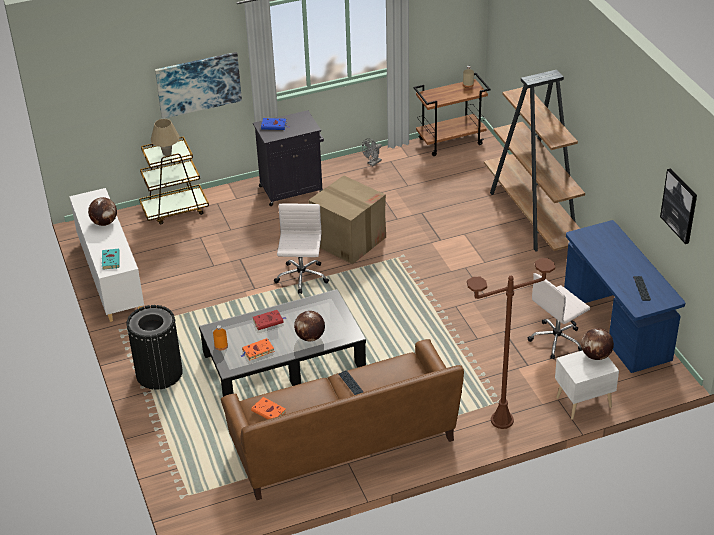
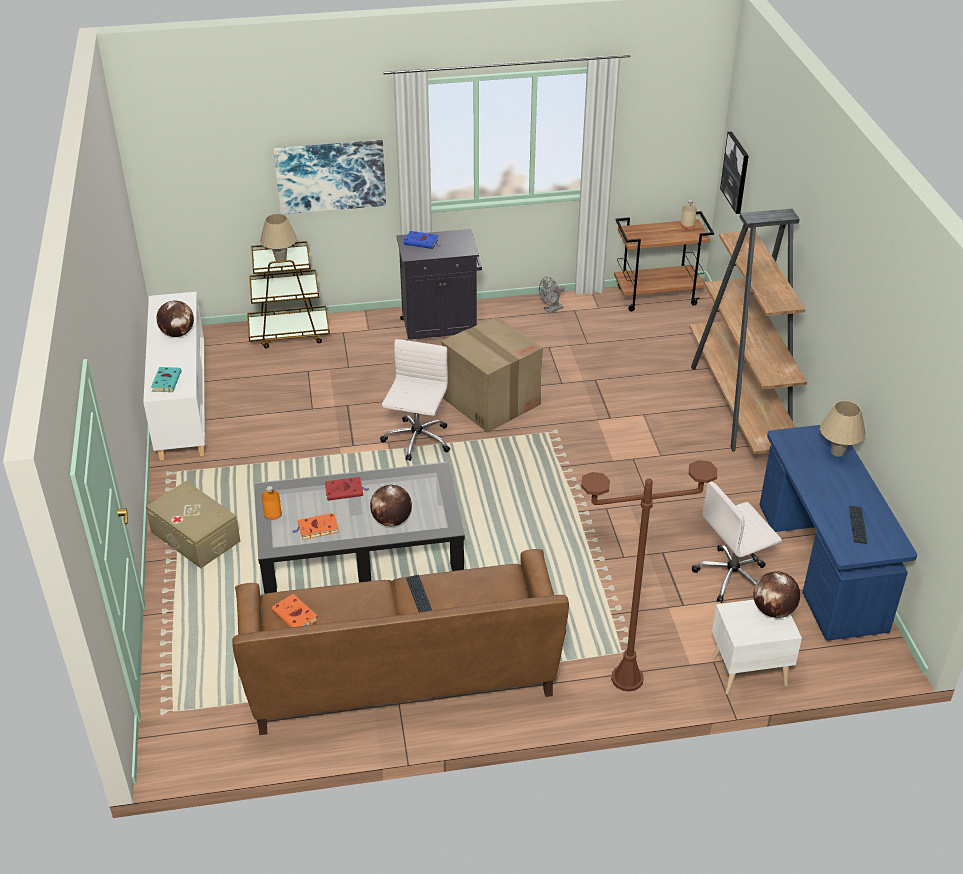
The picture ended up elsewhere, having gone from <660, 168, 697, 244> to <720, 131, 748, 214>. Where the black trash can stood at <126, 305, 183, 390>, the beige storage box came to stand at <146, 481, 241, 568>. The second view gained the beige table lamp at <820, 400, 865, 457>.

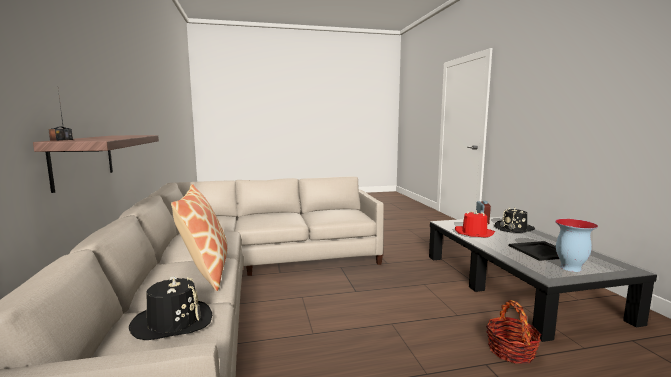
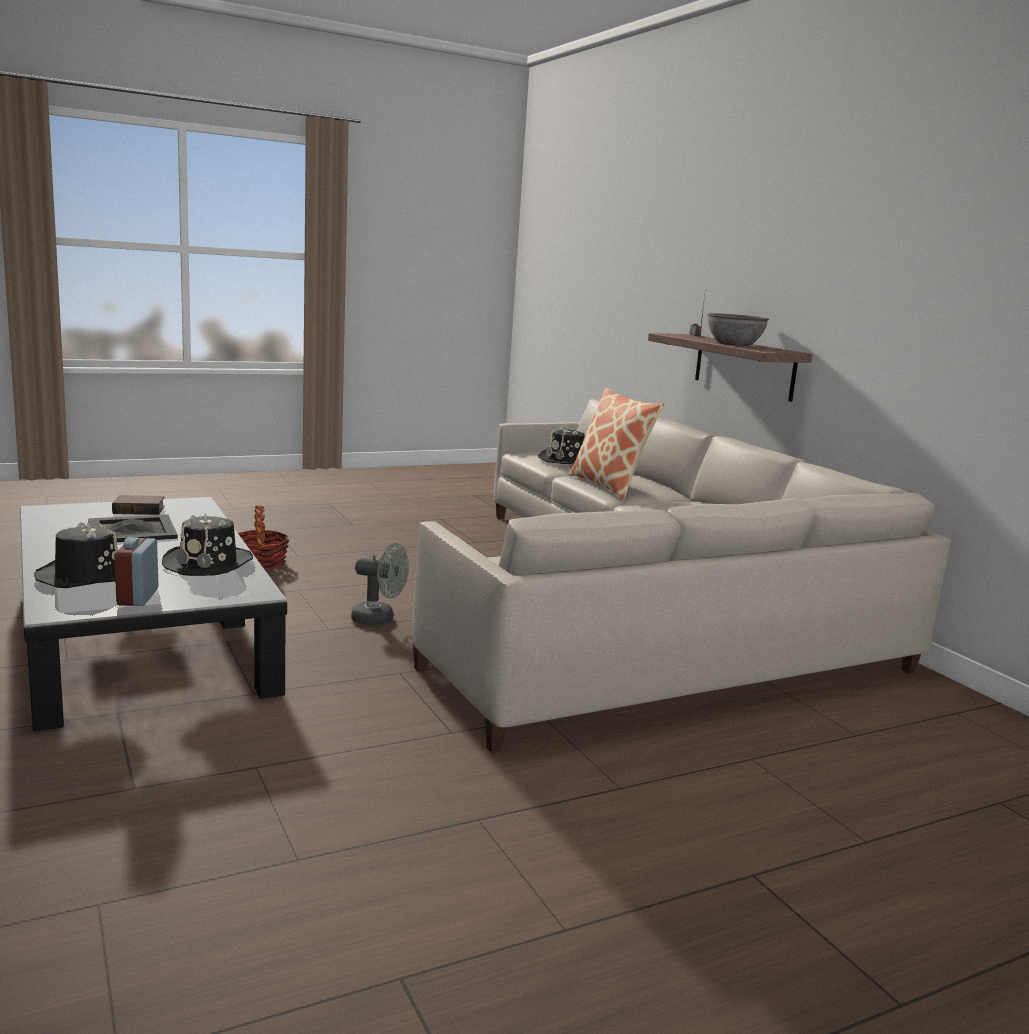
What was the red hat at <455, 210, 495, 237> turned into the black hat at <162, 513, 253, 576>. Where the vase stood at <555, 219, 598, 272>, the book came to stand at <112, 495, 165, 515>. The second view gained the grey bowl at <707, 313, 769, 346>. The second view gained the grey fan at <351, 543, 409, 626>.

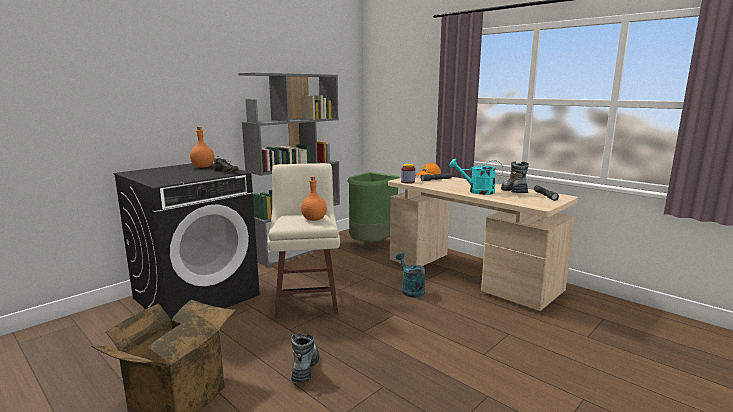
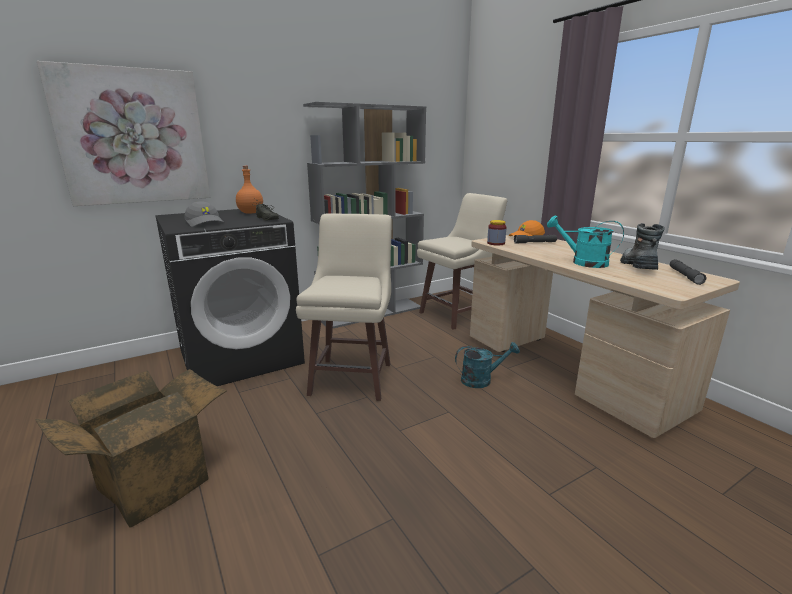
Where the green trash can stood at <347, 172, 400, 242>, the beige stool came to stand at <417, 193, 507, 330>. The second view lost the orange bottle at <301, 177, 327, 221>. The turquoise watering can at <396, 253, 425, 298> ended up facing another way, 90 degrees clockwise from before. The second view lost the boot at <291, 333, 319, 382>. The second view gained the picture at <37, 61, 210, 206>. The second view gained the grey cap at <184, 201, 224, 227>.

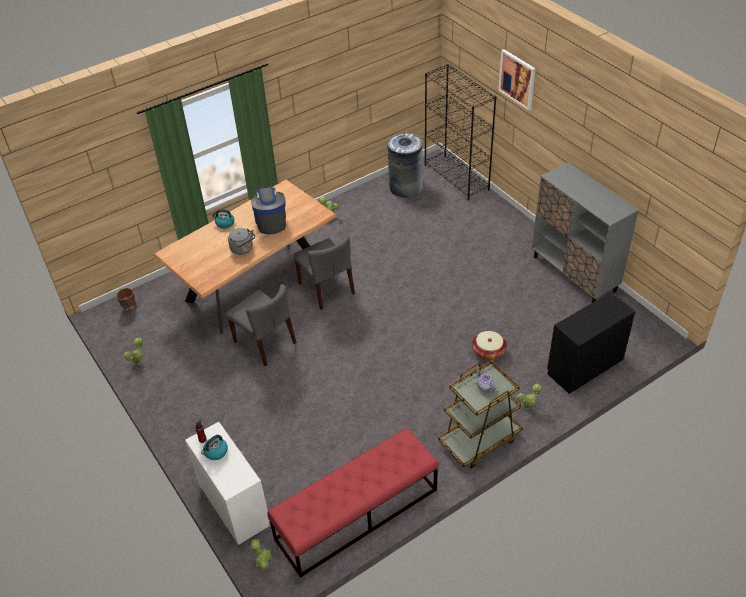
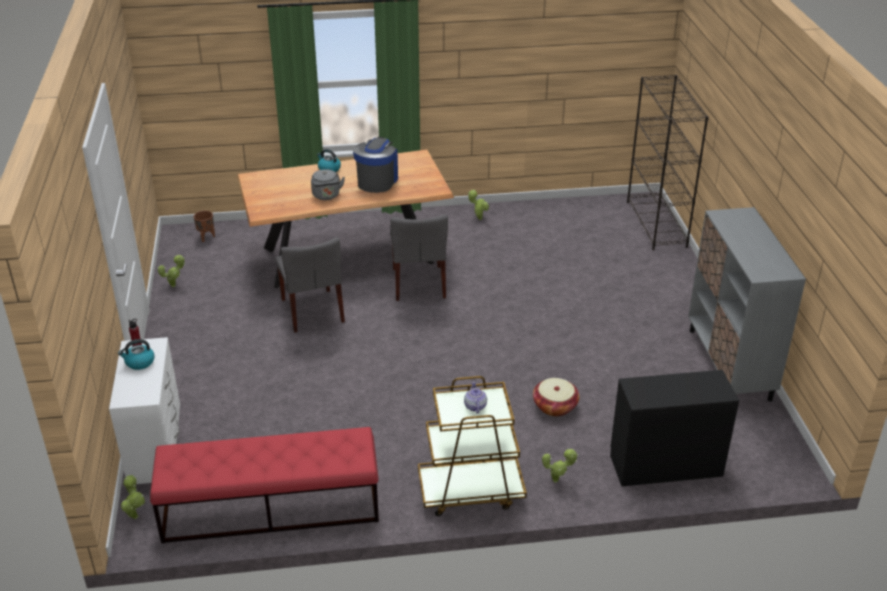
The second view lost the picture at <498, 49, 536, 111>. The second view lost the grey trash can at <387, 133, 423, 197>.

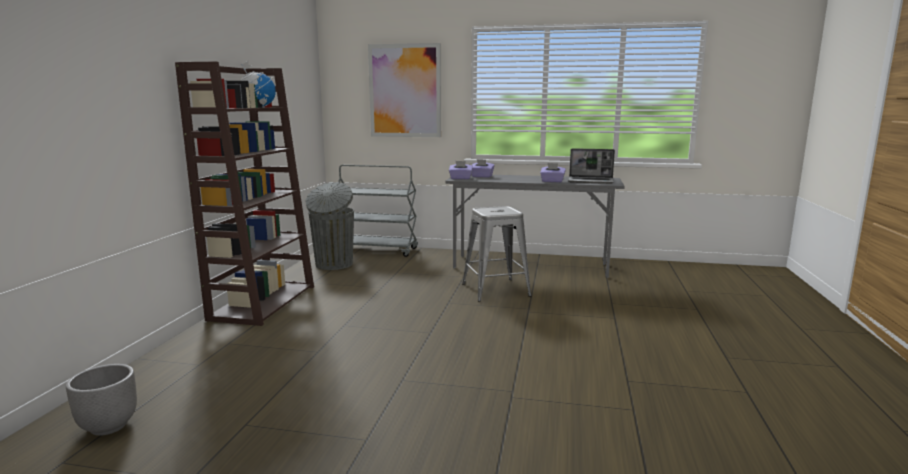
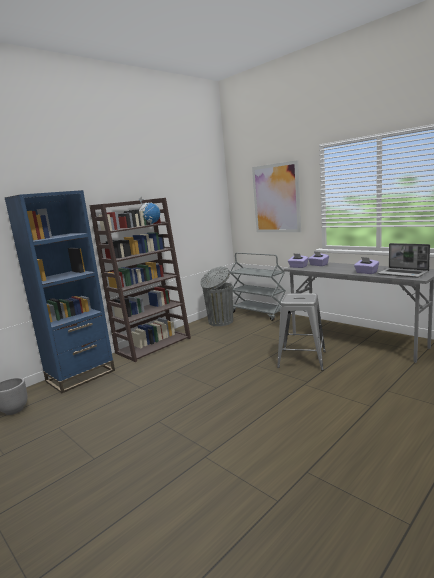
The second view gained the blue bookcase at <5, 190, 115, 393>.

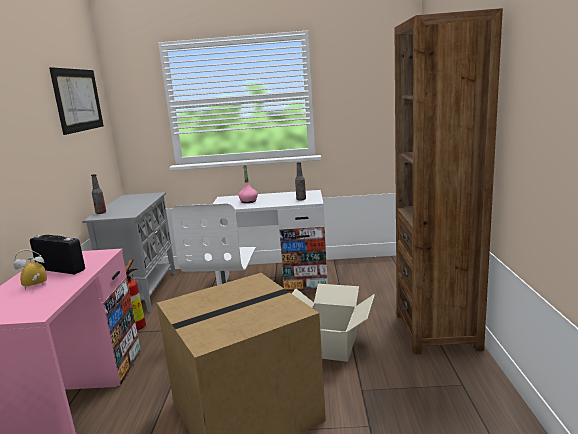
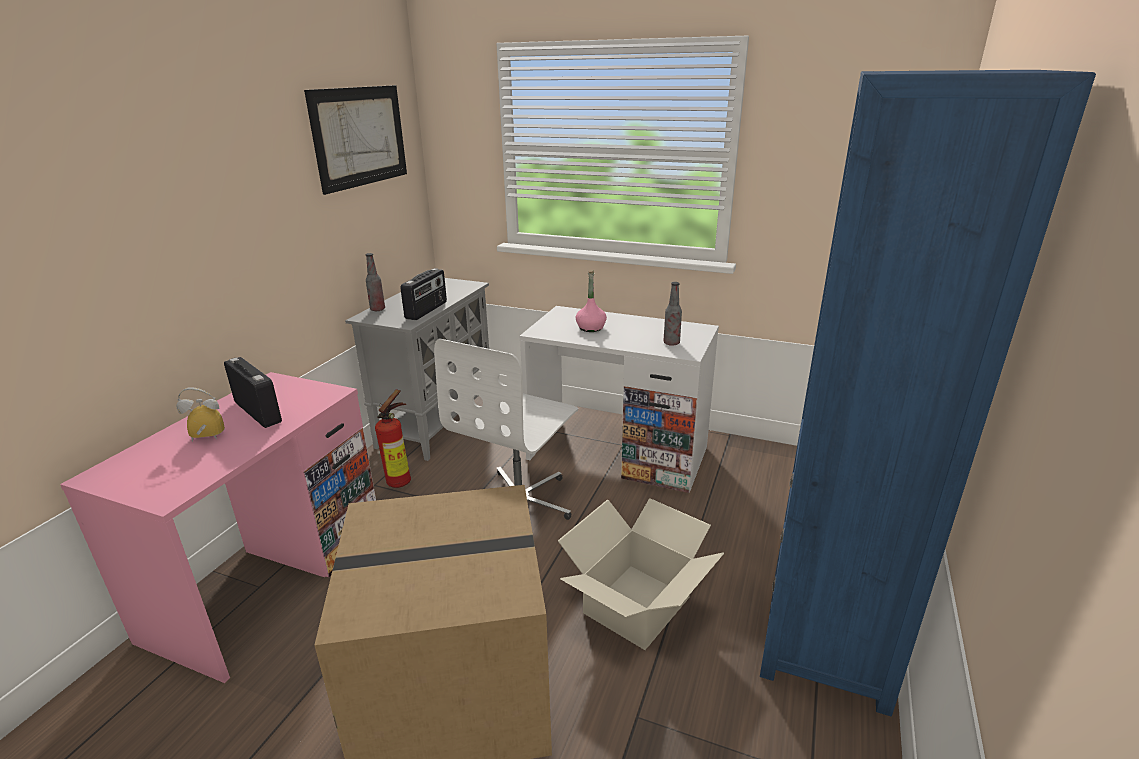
What was the brown bookcase at <395, 8, 503, 355> turned into the blue bookcase at <760, 70, 1096, 717>. The second view gained the radio at <400, 268, 447, 320>.

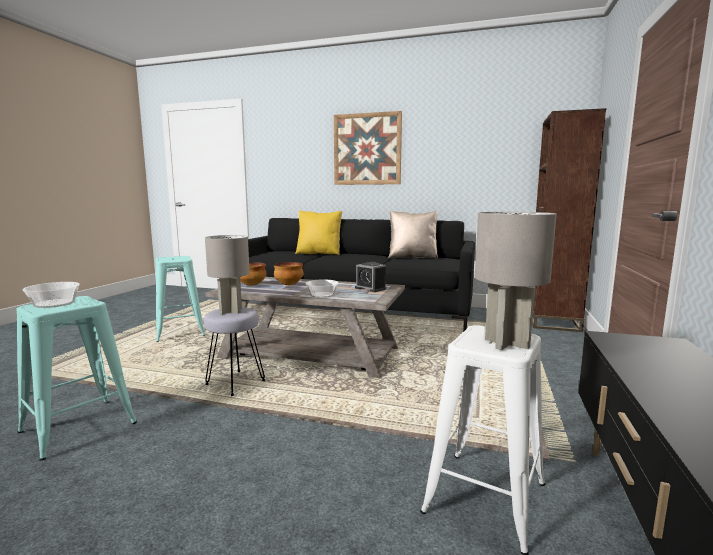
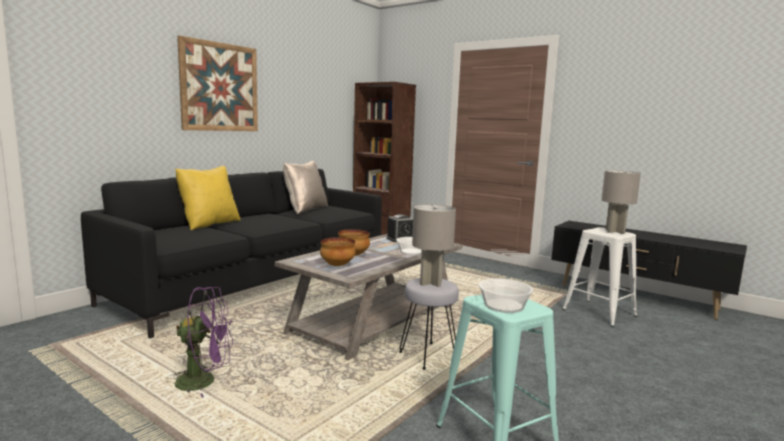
Where the turquoise stool stood at <156, 256, 205, 342>, the purple fan came to stand at <167, 287, 233, 398>.

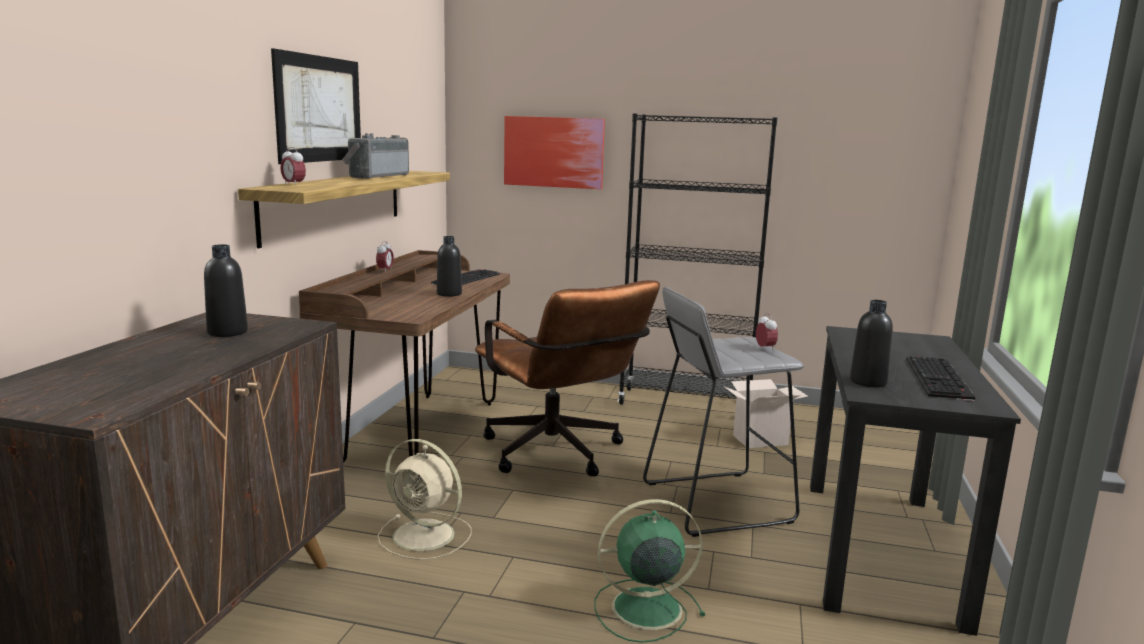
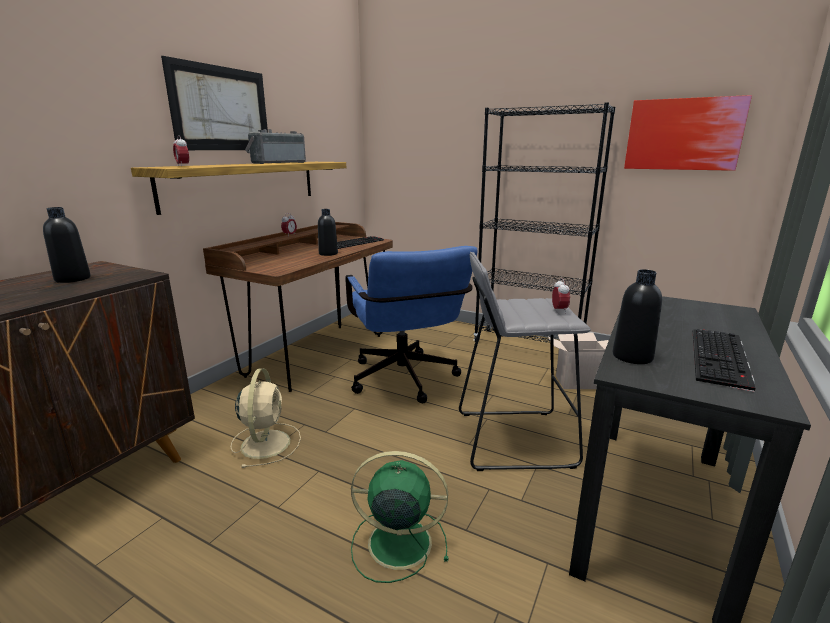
The picture ended up elsewhere, having gone from <504, 116, 605, 189> to <624, 95, 752, 171>. What was the brown office chair at <475, 280, 660, 477> turned into the blue office chair at <346, 246, 478, 403>. The beige fan at <378, 439, 472, 560> ended up facing another way, 135 degrees counterclockwise from before.

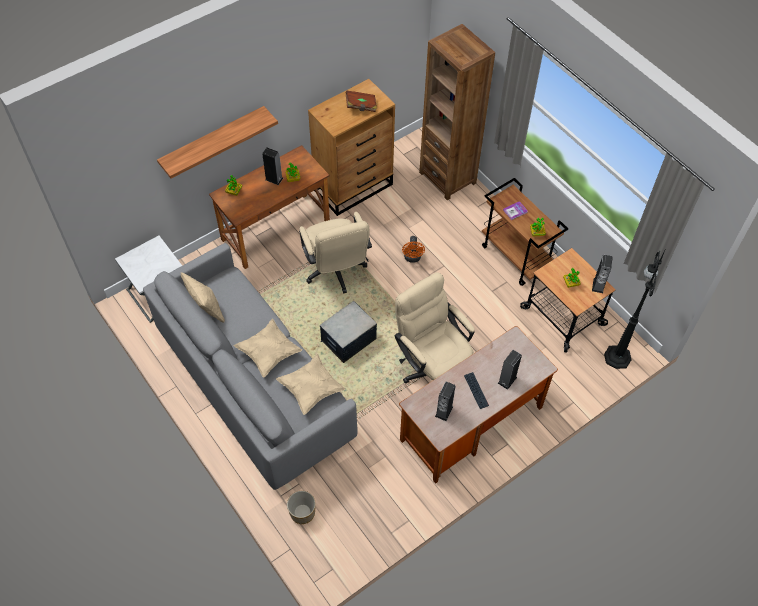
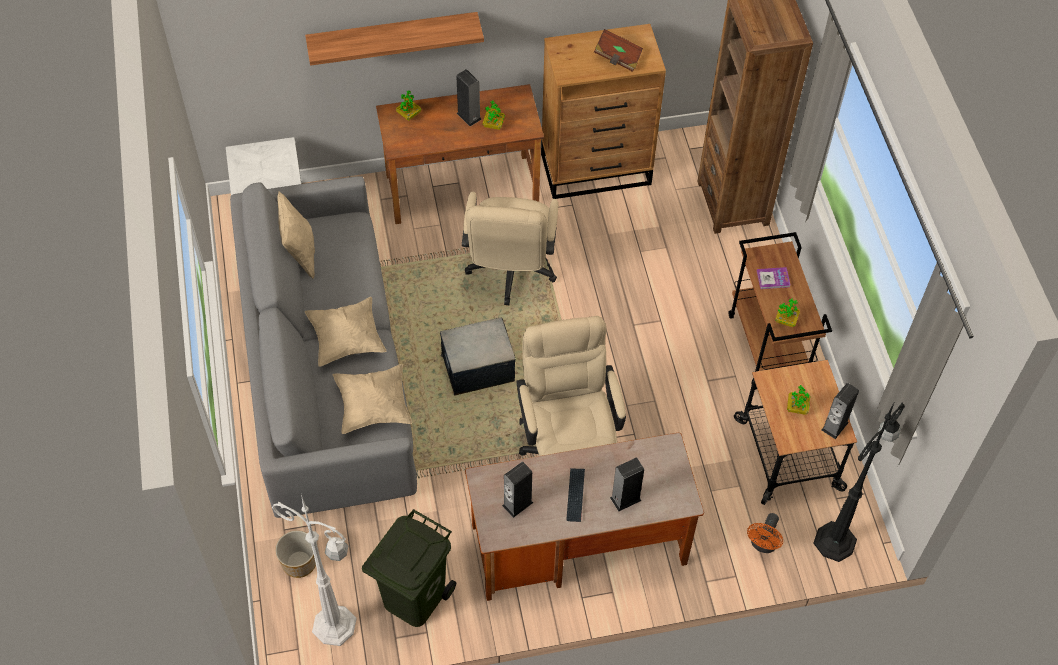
The orange fan ended up elsewhere, having gone from <402, 236, 425, 263> to <747, 513, 783, 553>. The second view gained the white floor lamp at <272, 494, 357, 646>. The second view gained the green trash can at <362, 509, 456, 627>.

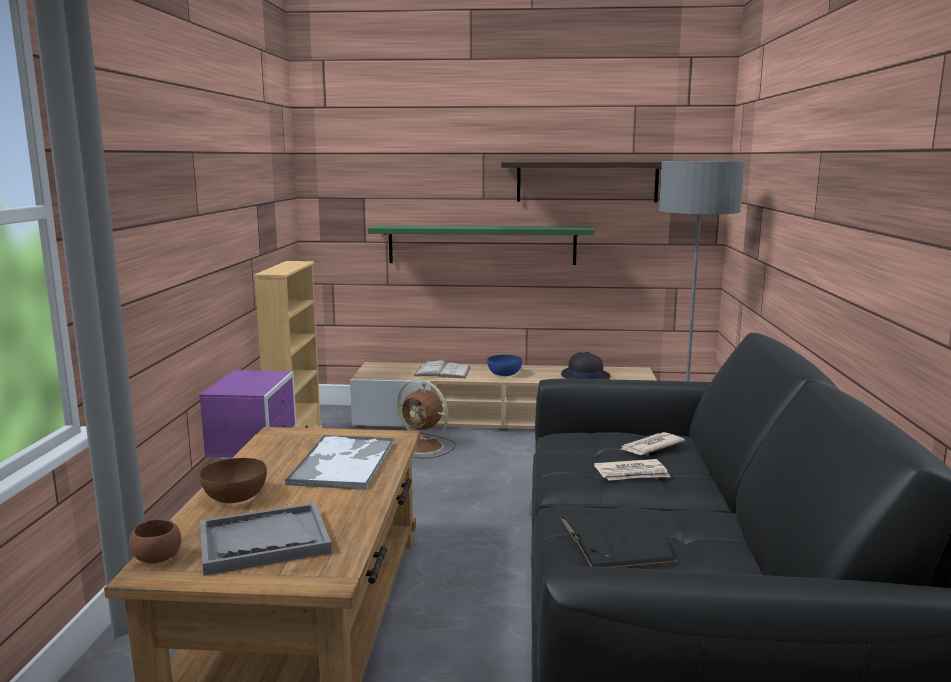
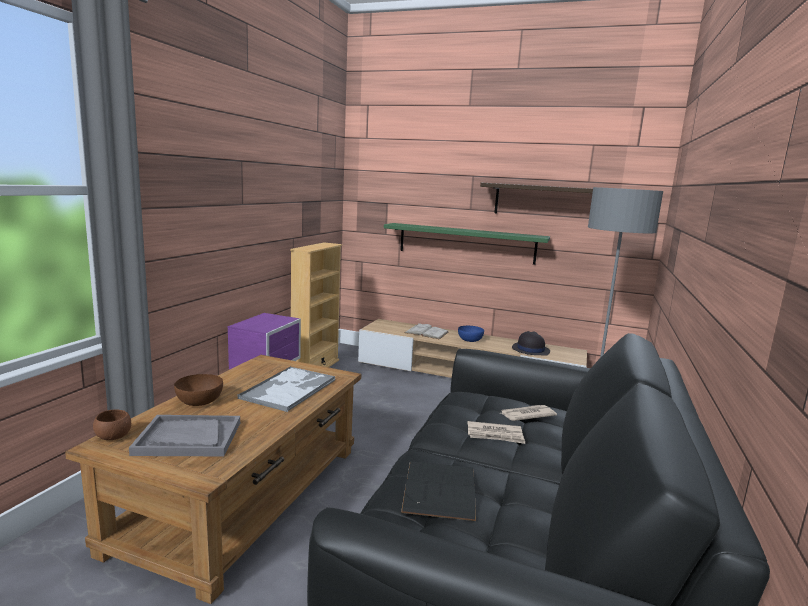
The second view lost the brown fan at <397, 379, 456, 459>.

